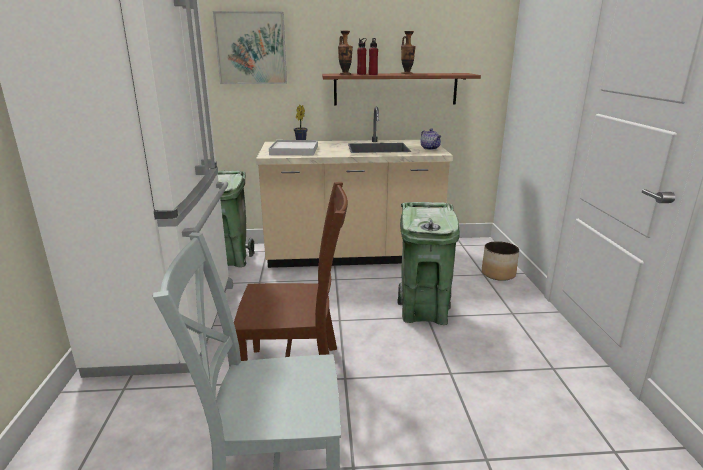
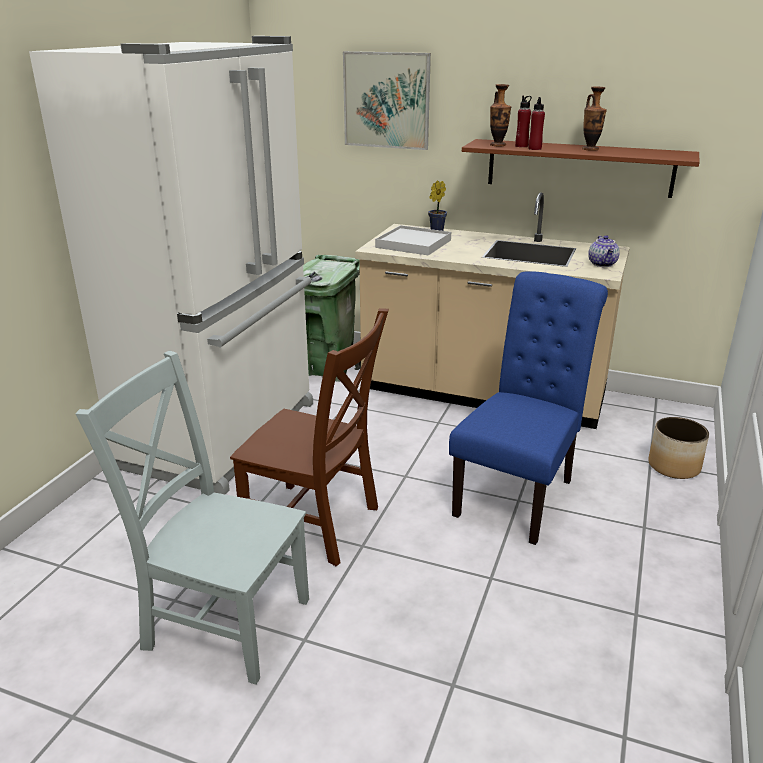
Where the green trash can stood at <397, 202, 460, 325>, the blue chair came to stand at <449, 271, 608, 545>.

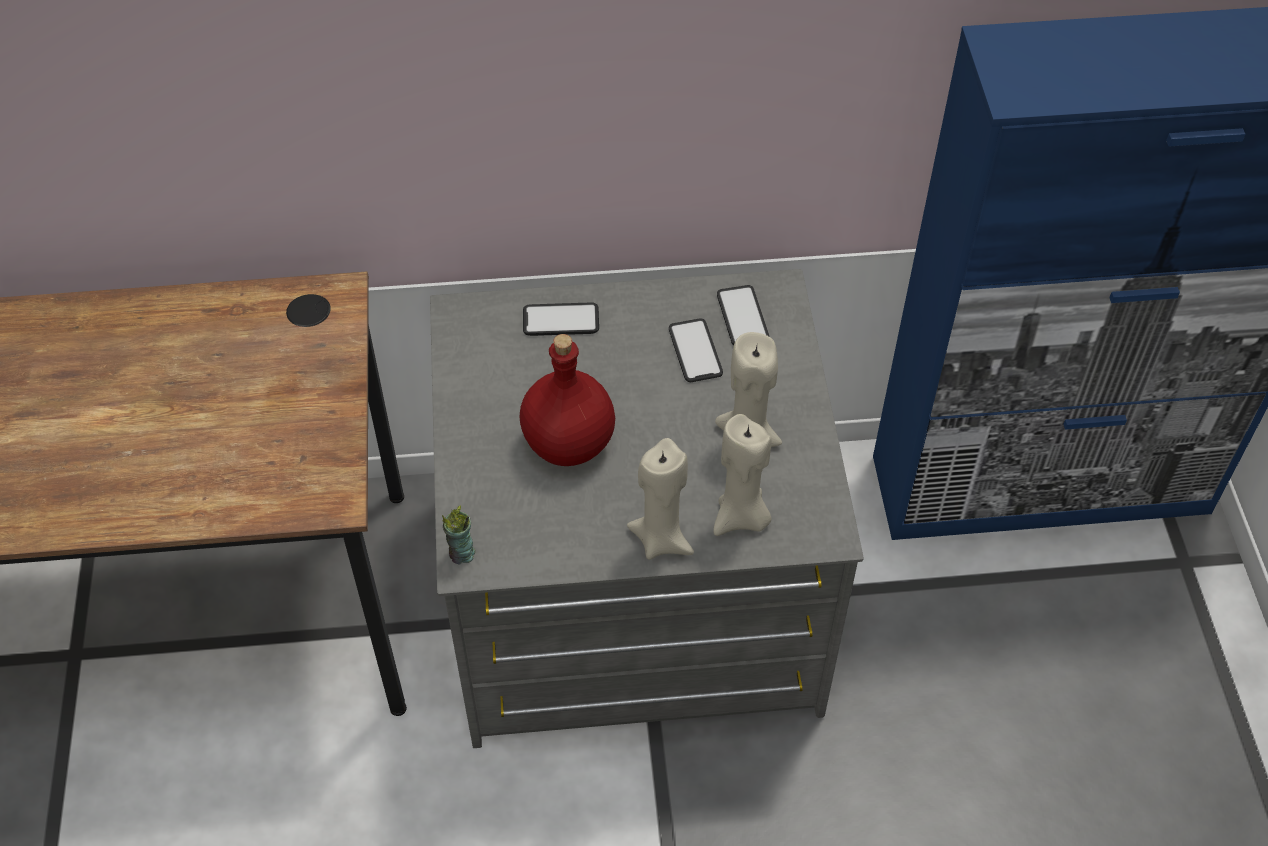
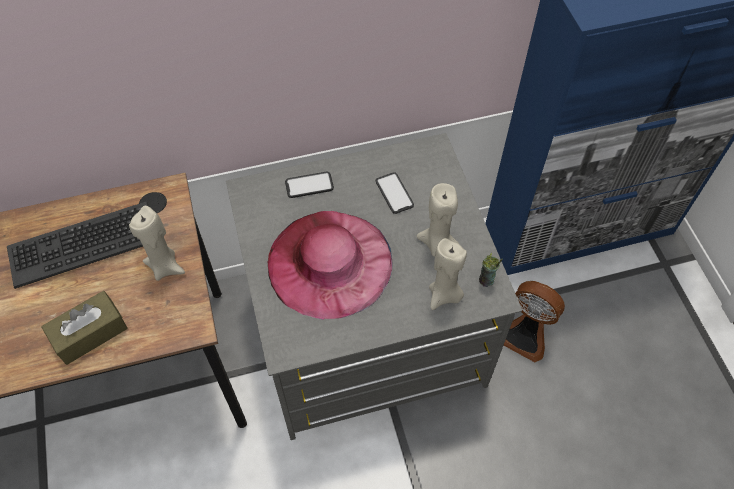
The second view lost the phone at <717, 285, 769, 345>. Where the red bottle stood at <520, 334, 615, 466>, the pink hat came to stand at <268, 211, 393, 320>. The beige candle ended up elsewhere, having gone from <627, 438, 694, 560> to <129, 206, 185, 281>. The cup ended up elsewhere, having gone from <442, 505, 475, 565> to <479, 252, 502, 287>. The second view gained the keyboard at <7, 202, 148, 289>. The second view gained the fan at <504, 281, 565, 362>. The second view gained the brown tissue box at <41, 291, 128, 365>.

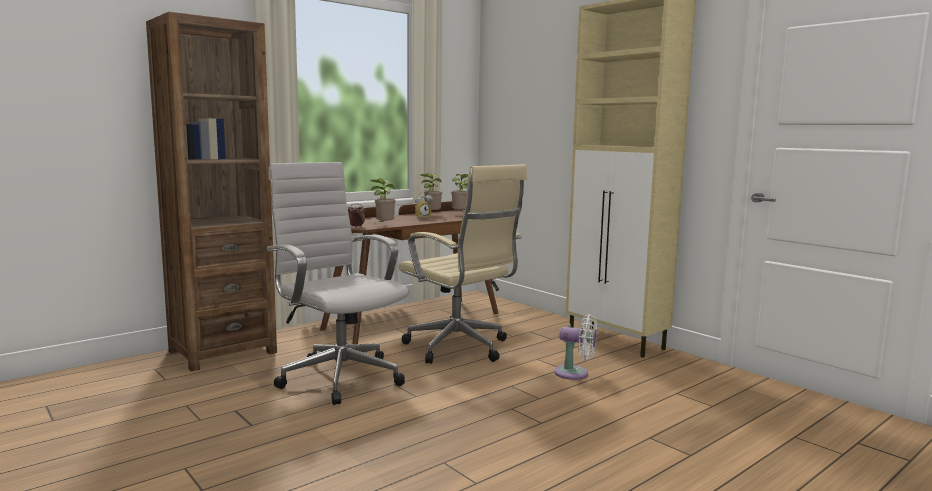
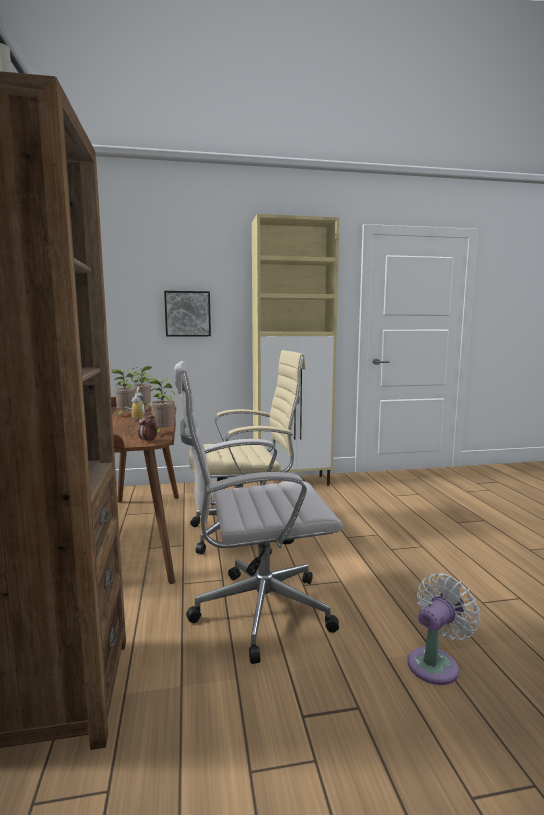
The white fan ended up elsewhere, having gone from <554, 314, 597, 380> to <408, 573, 480, 685>. The second view gained the picture at <164, 291, 211, 337>.

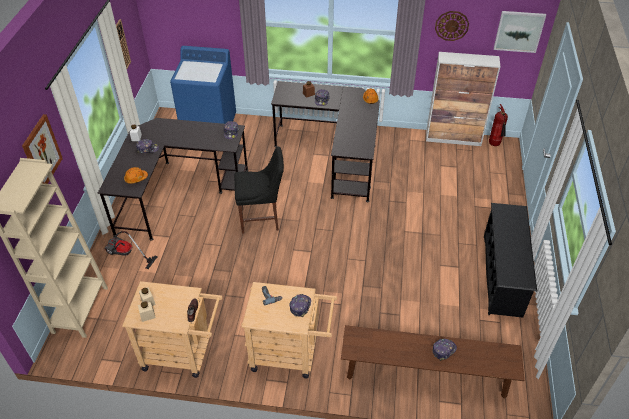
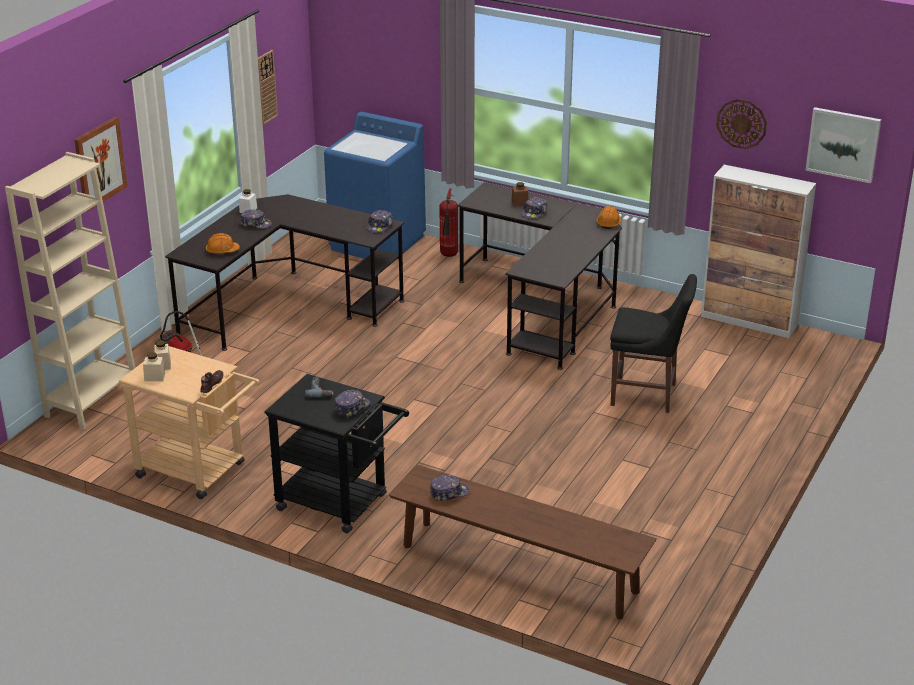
The fire extinguisher ended up elsewhere, having gone from <489, 104, 508, 146> to <440, 188, 458, 257>. The black chair ended up elsewhere, having gone from <234, 147, 284, 234> to <610, 274, 697, 413>. The second view lost the black shoe rack at <484, 203, 537, 318>. What was the beige cart at <241, 282, 337, 378> turned into the black cart at <264, 374, 409, 533>. The cap ended up elsewhere, having gone from <433, 339, 457, 361> to <430, 475, 469, 501>.

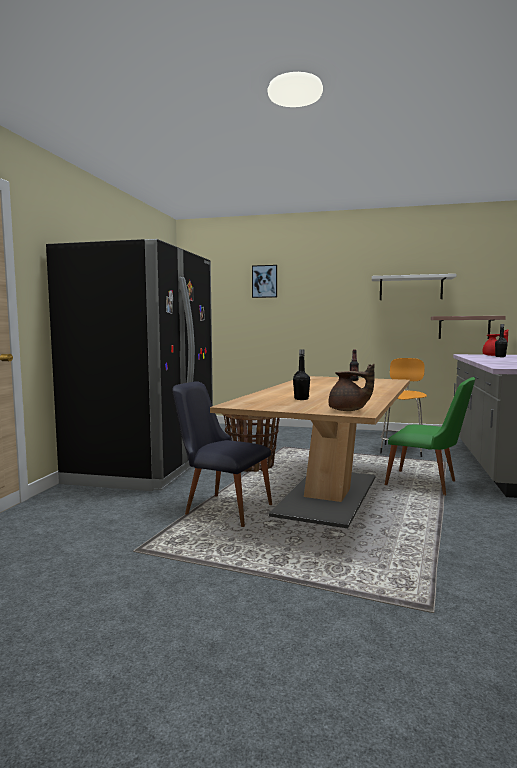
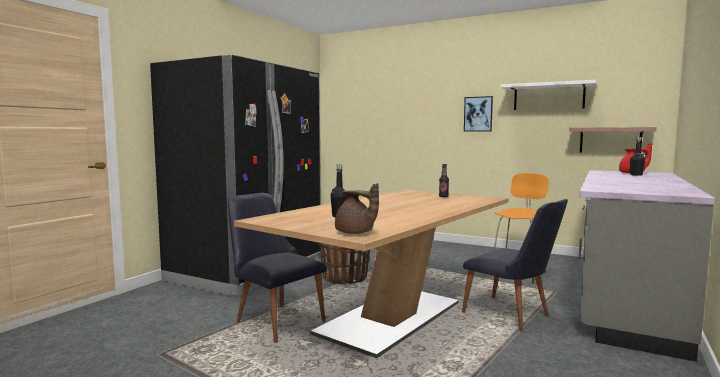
The picture ended up elsewhere, having gone from <252, 265, 277, 298> to <464, 96, 493, 132>. What was the green chair at <385, 377, 475, 496> turned into the black chair at <462, 199, 568, 332>.

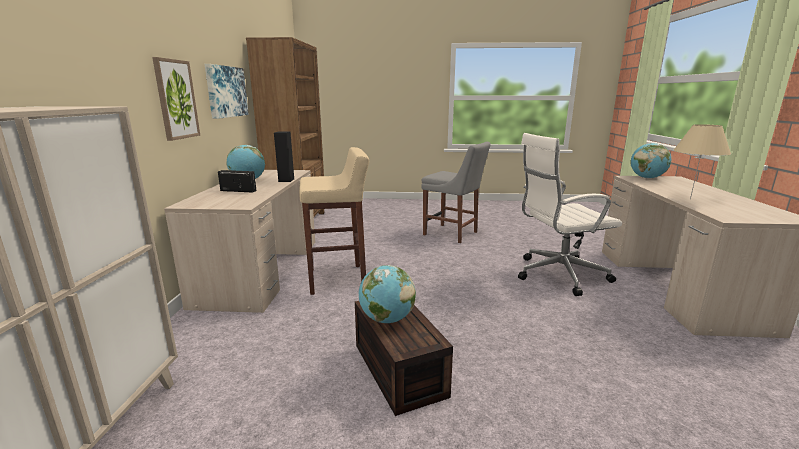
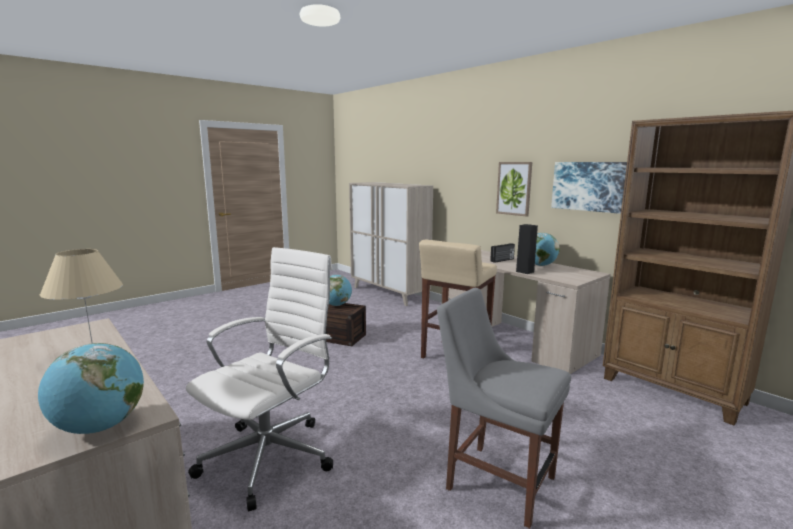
The grey chair at <421, 142, 491, 243> ended up facing another way, 45 degrees clockwise from before.

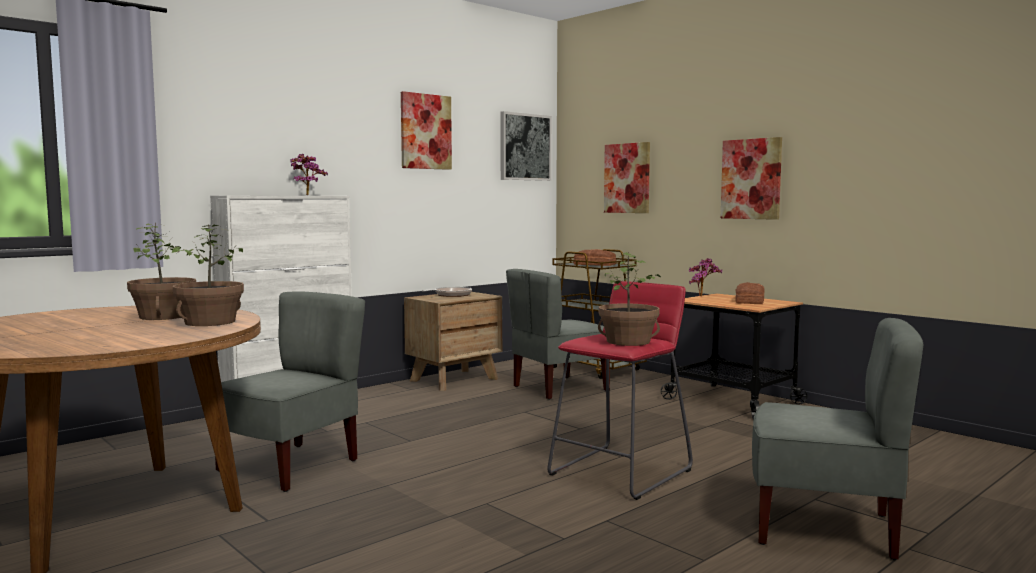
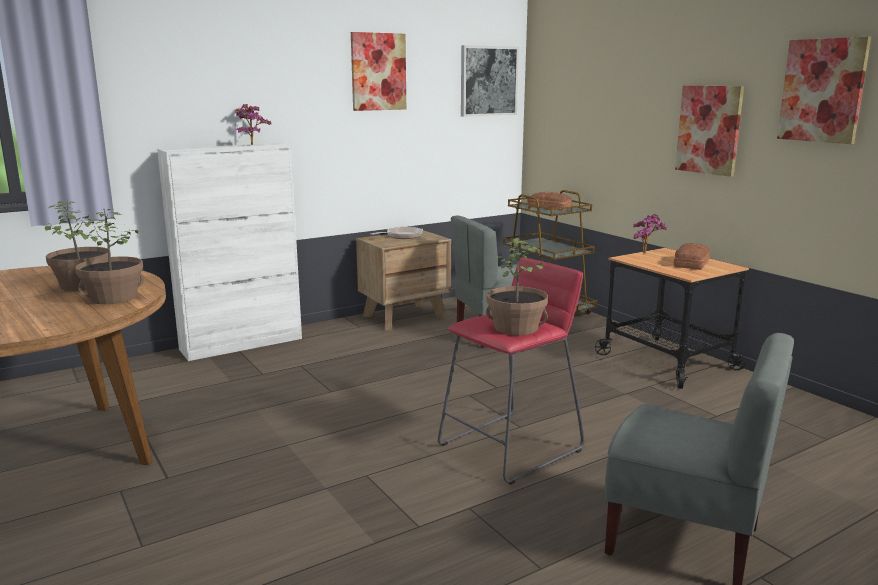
The picture ended up elsewhere, having gone from <604, 142, 650, 213> to <777, 37, 871, 144>. The second view lost the grey chair at <215, 291, 365, 492>.

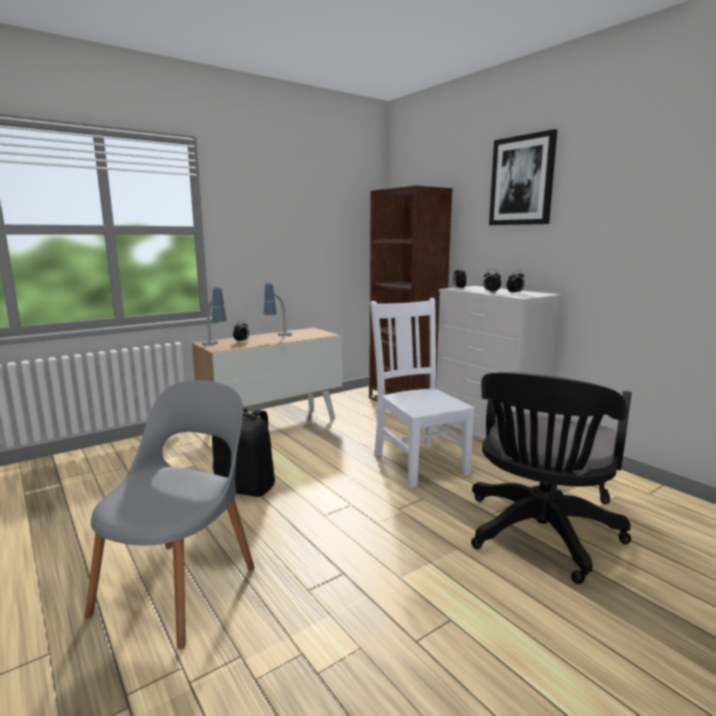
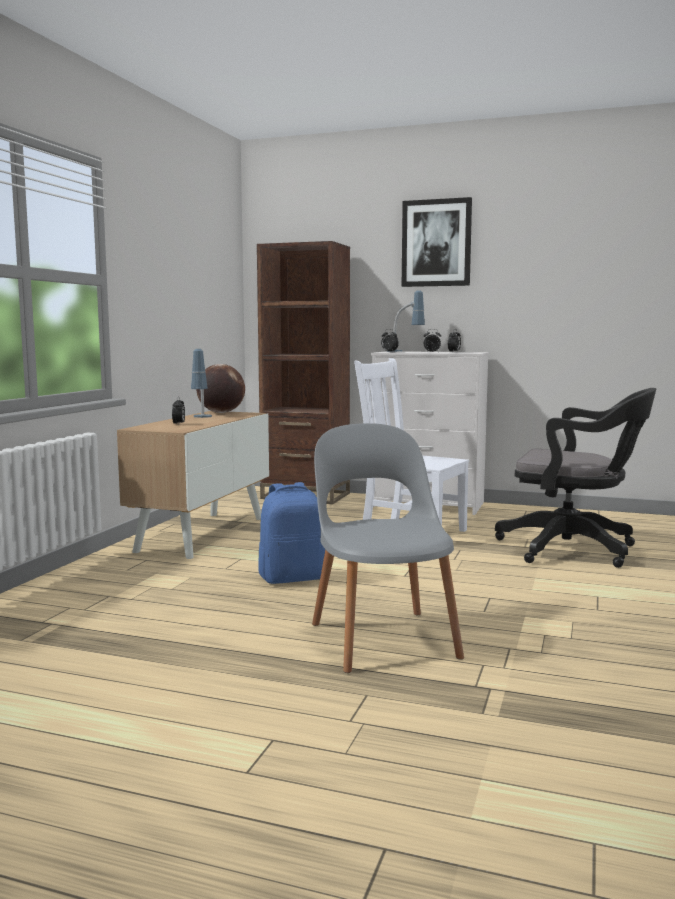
The table lamp ended up elsewhere, having gone from <202, 287, 226, 345> to <387, 290, 425, 352>. The black office chair at <471, 372, 632, 584> ended up facing another way, 60 degrees counterclockwise from before. What was the black backpack at <212, 408, 275, 497> turned into the blue backpack at <258, 482, 325, 584>. The second view gained the globe at <196, 364, 245, 413>.

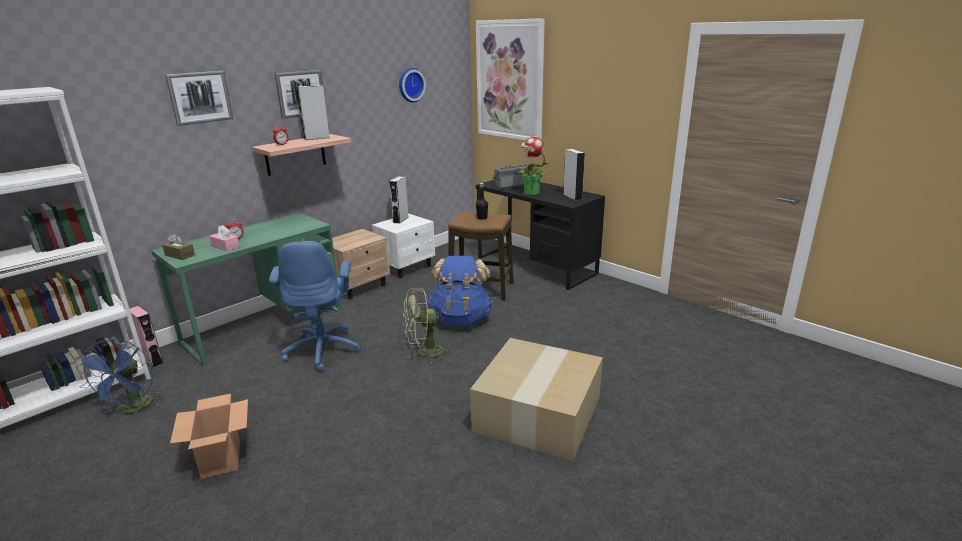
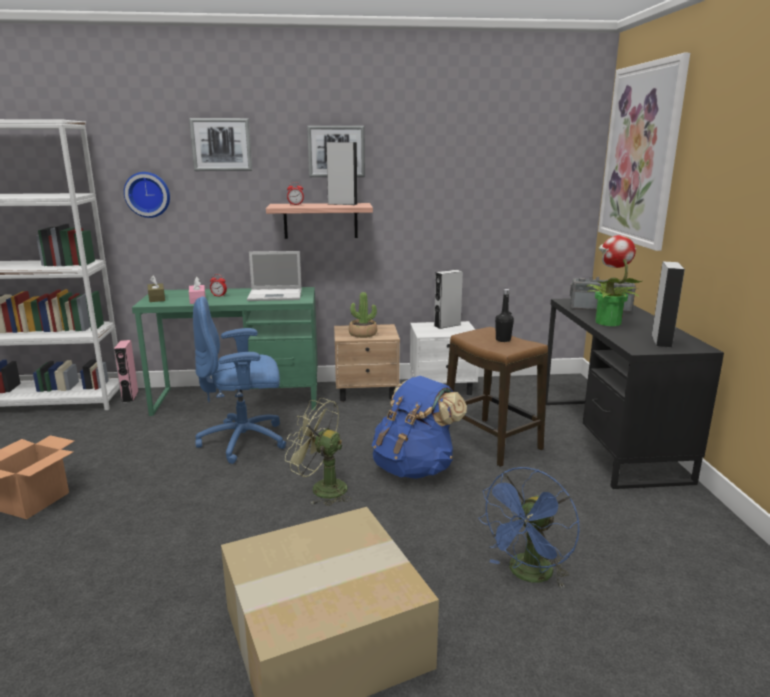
The wall clock ended up elsewhere, having gone from <399, 68, 426, 102> to <124, 172, 170, 218>. The blue office chair at <269, 241, 361, 372> ended up facing another way, 45 degrees clockwise from before. The blue fan ended up elsewhere, having gone from <76, 339, 164, 414> to <478, 467, 580, 588>. The second view gained the laptop at <247, 251, 302, 301>. The second view gained the potted plant at <349, 292, 377, 338>.

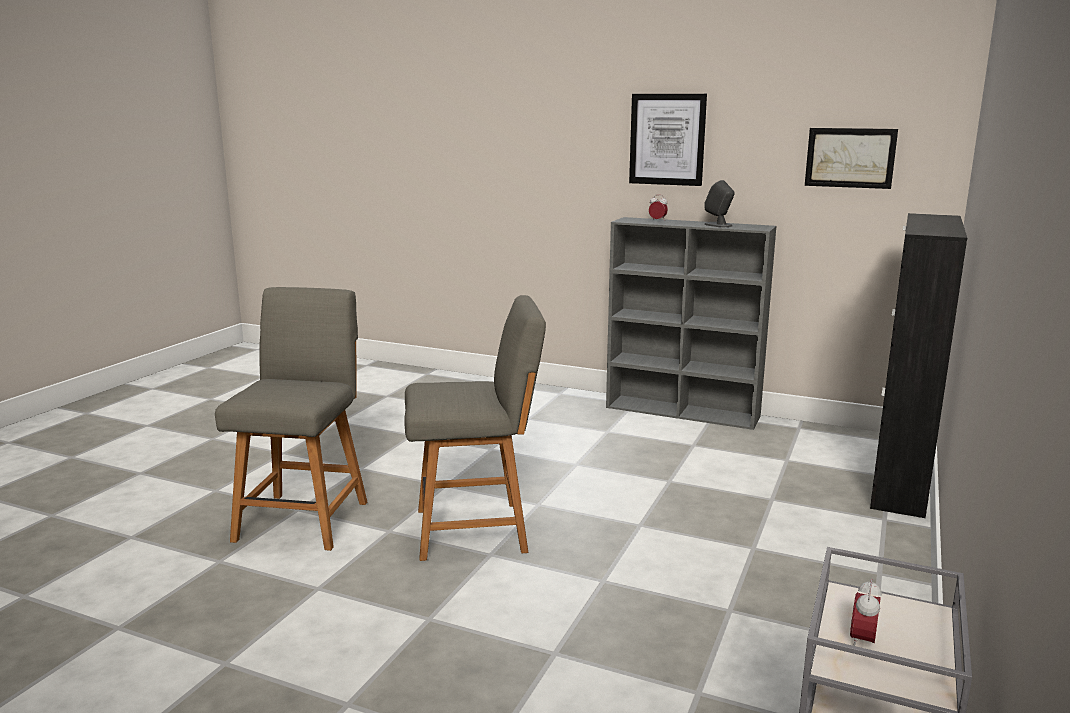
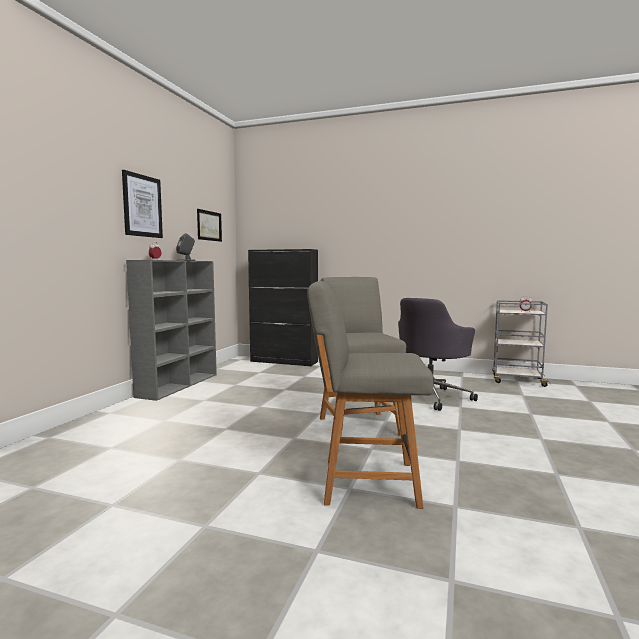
The second view gained the grey office chair at <398, 298, 478, 411>.

